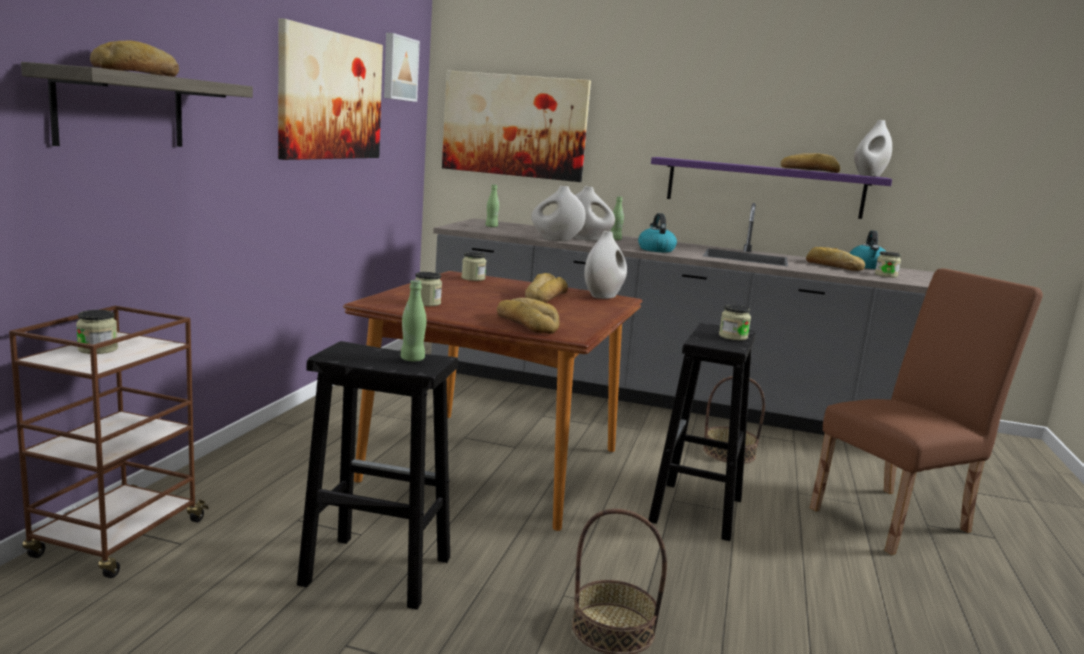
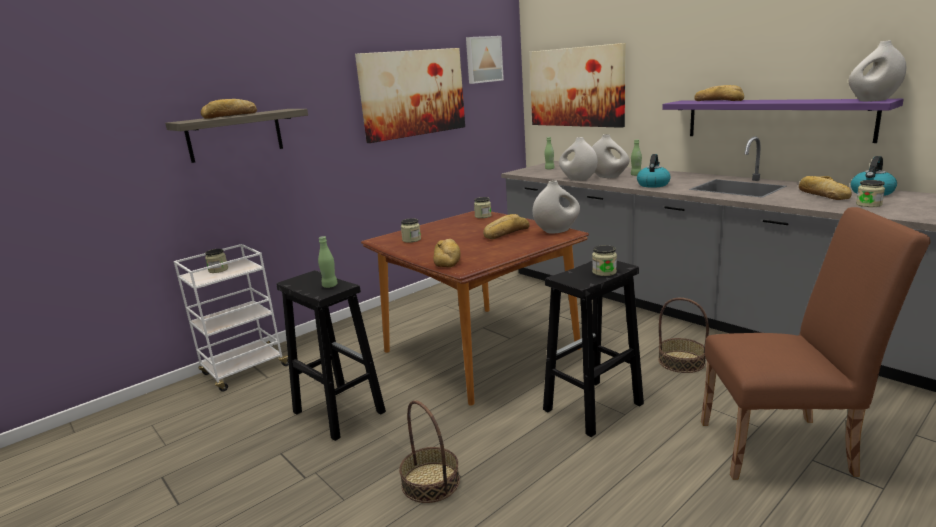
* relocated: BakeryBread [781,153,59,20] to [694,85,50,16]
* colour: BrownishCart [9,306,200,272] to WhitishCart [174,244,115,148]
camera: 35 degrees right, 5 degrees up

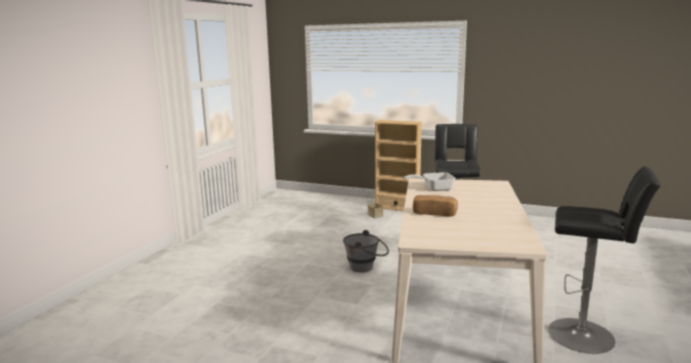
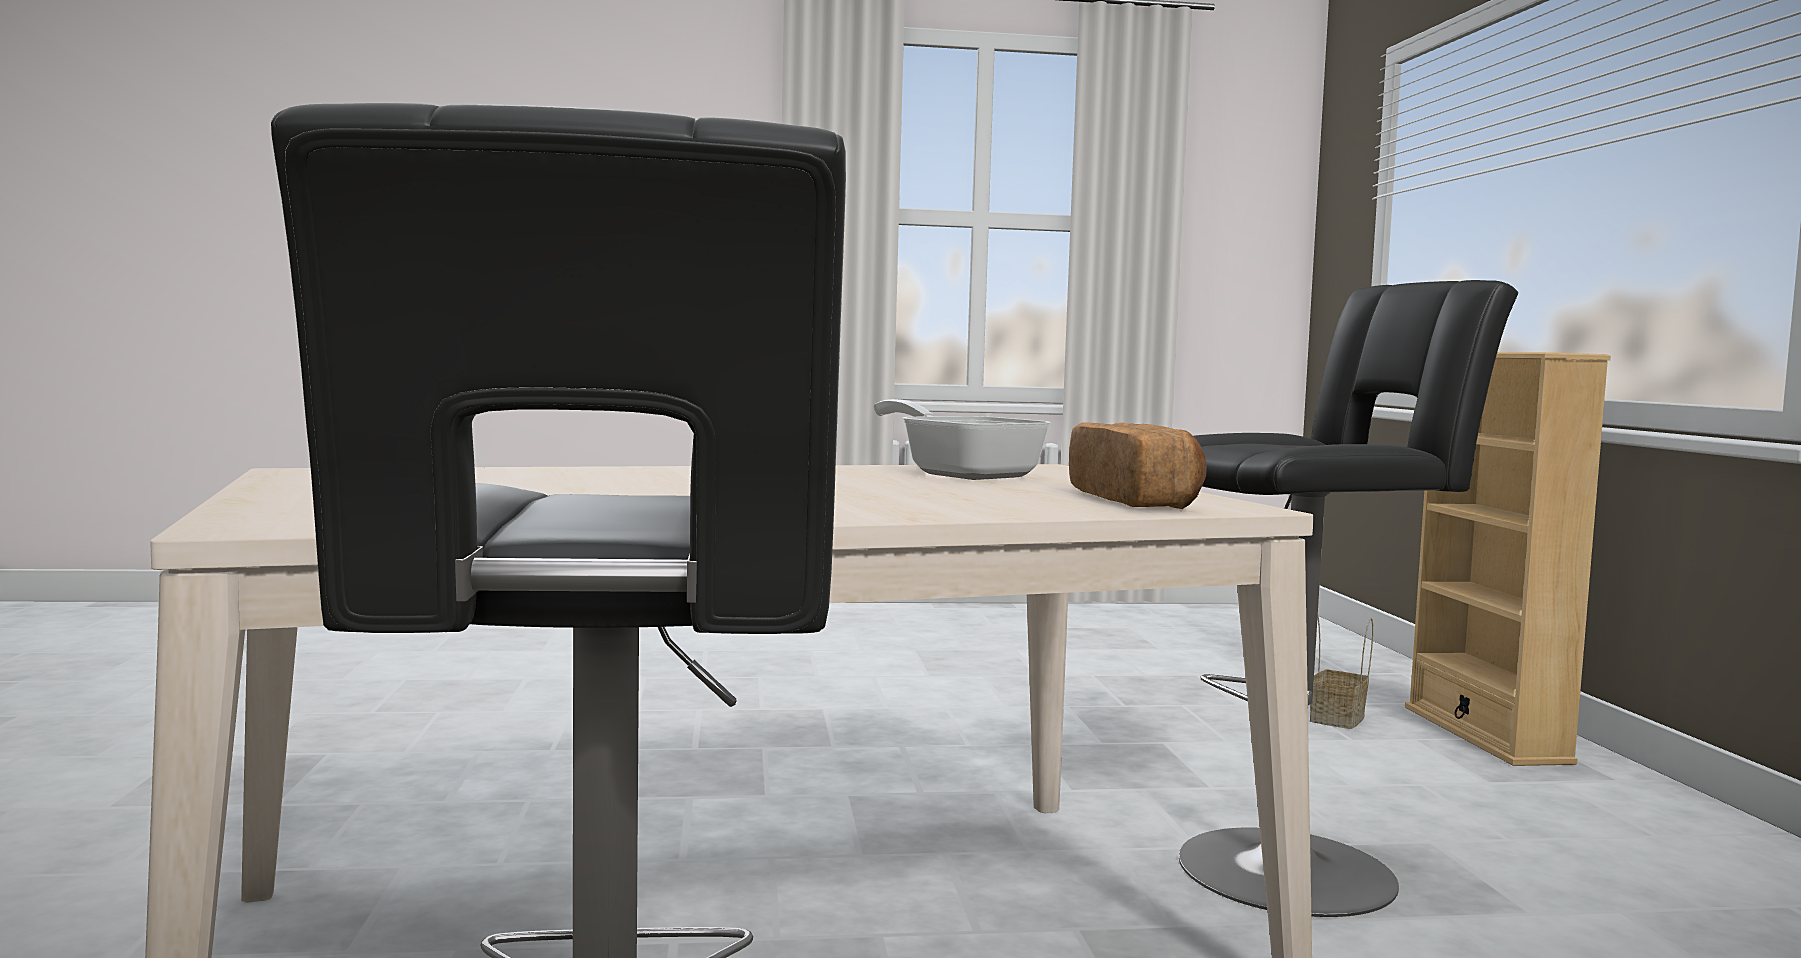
* relocated: BakeryBread [413,195,45,22] to [1069,422,138,87]
* missing: GreyBucket [343,230,46,42]
camera: 60 degrees right, 10 degrees down

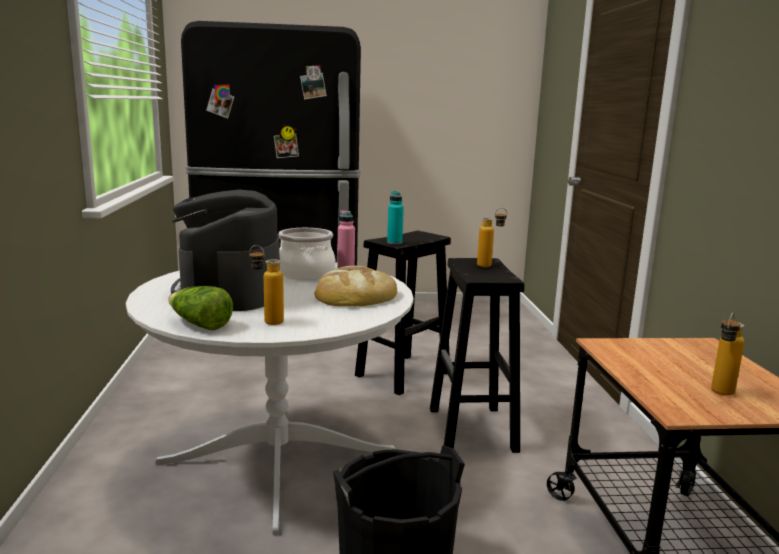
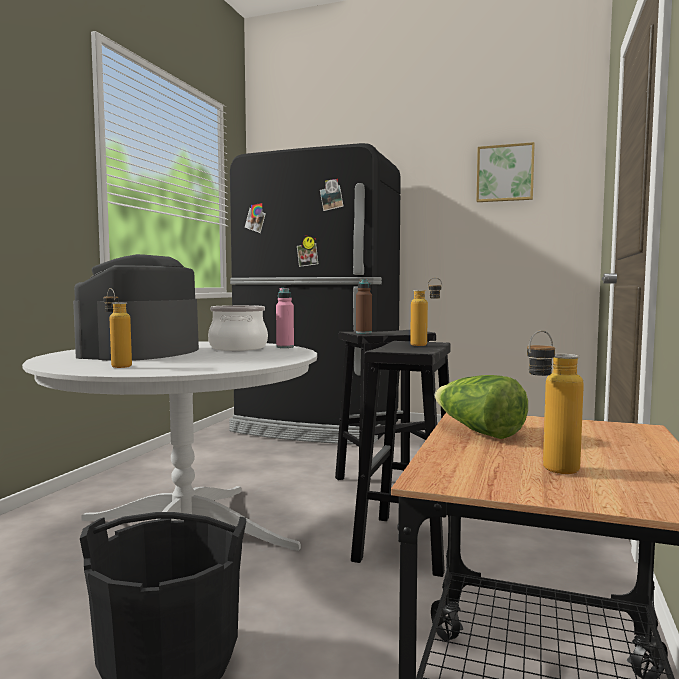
* colour: TurquoiseColouredDrinkBottle [387,191,17,53] to BrownishDrinkBottle [356,279,16,55]
* missing: BakeryBread [314,266,83,40]
* relocated: HeadOfLettuce [168,286,65,44] to [434,375,94,64]
* appeared: Picture [476,142,58,60]
camera: 25 degrees right, 10 degrees down

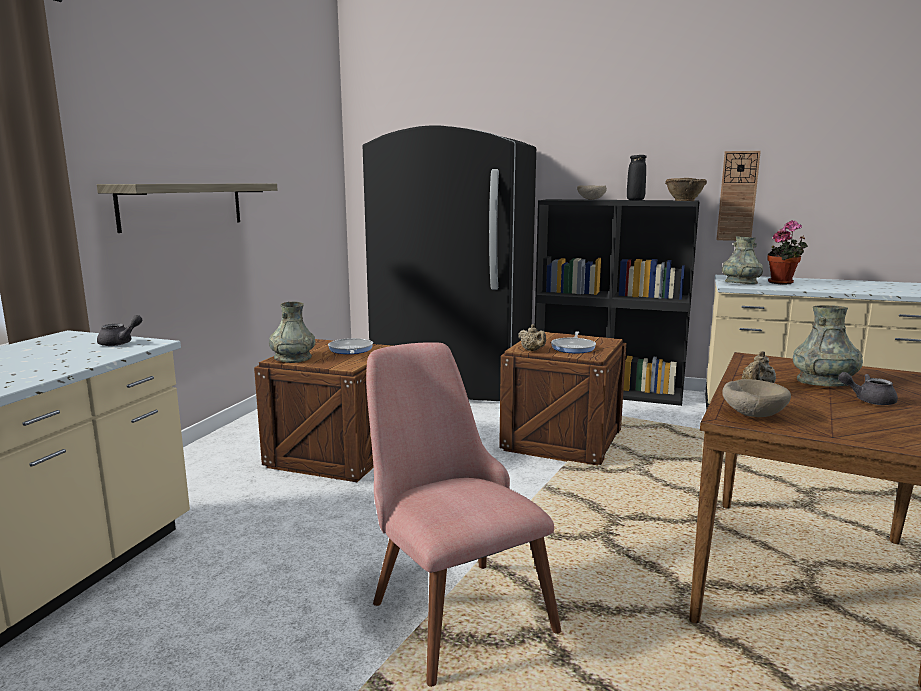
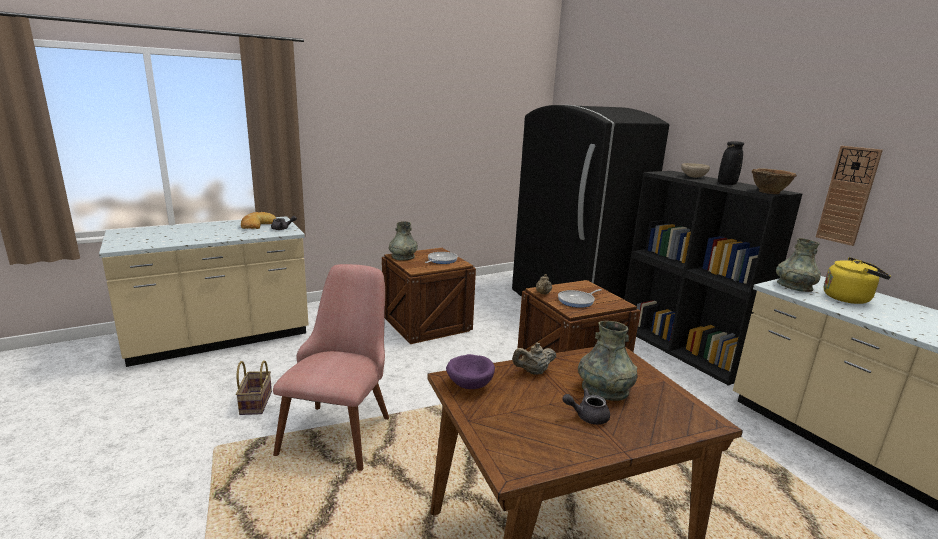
* missing: WallShelf [97,184,180,49]
* exchanged: PlantInAPot [768,220,40,64] to YellowColouredWaterKettle [824,257,67,47]
* spun: GreyPotForTea [838,372,60,33] = [562,388,48,37] 60 degrees counterclockwise
* colour: SandColouredServingBowl [722,379,69,38] to PurpleColouredServingBowl [446,354,49,35]
* appeared: BakeryBread [241,212,35,17]
* appeared: Basket [236,360,36,55]
camera: 40 degrees right, 5 degrees up

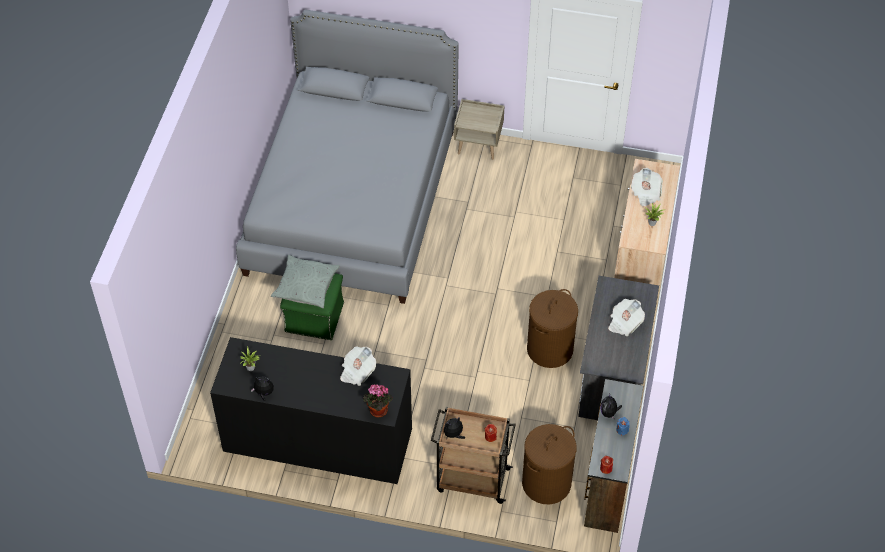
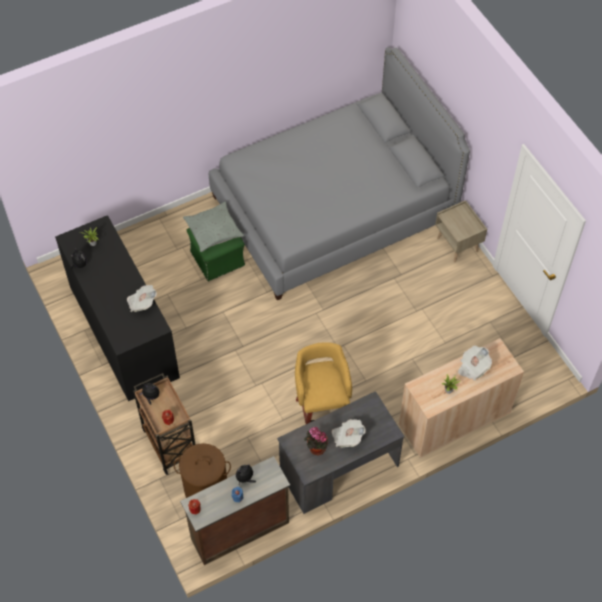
* exchanged: BrownishWashingBasket [527,289,51,79] to YellowColouredSittingStool [295,342,57,82]
* relocated: PlantInAPot [363,384,30,33] to [304,427,24,28]
camera: 50 degrees right, 5 degrees up

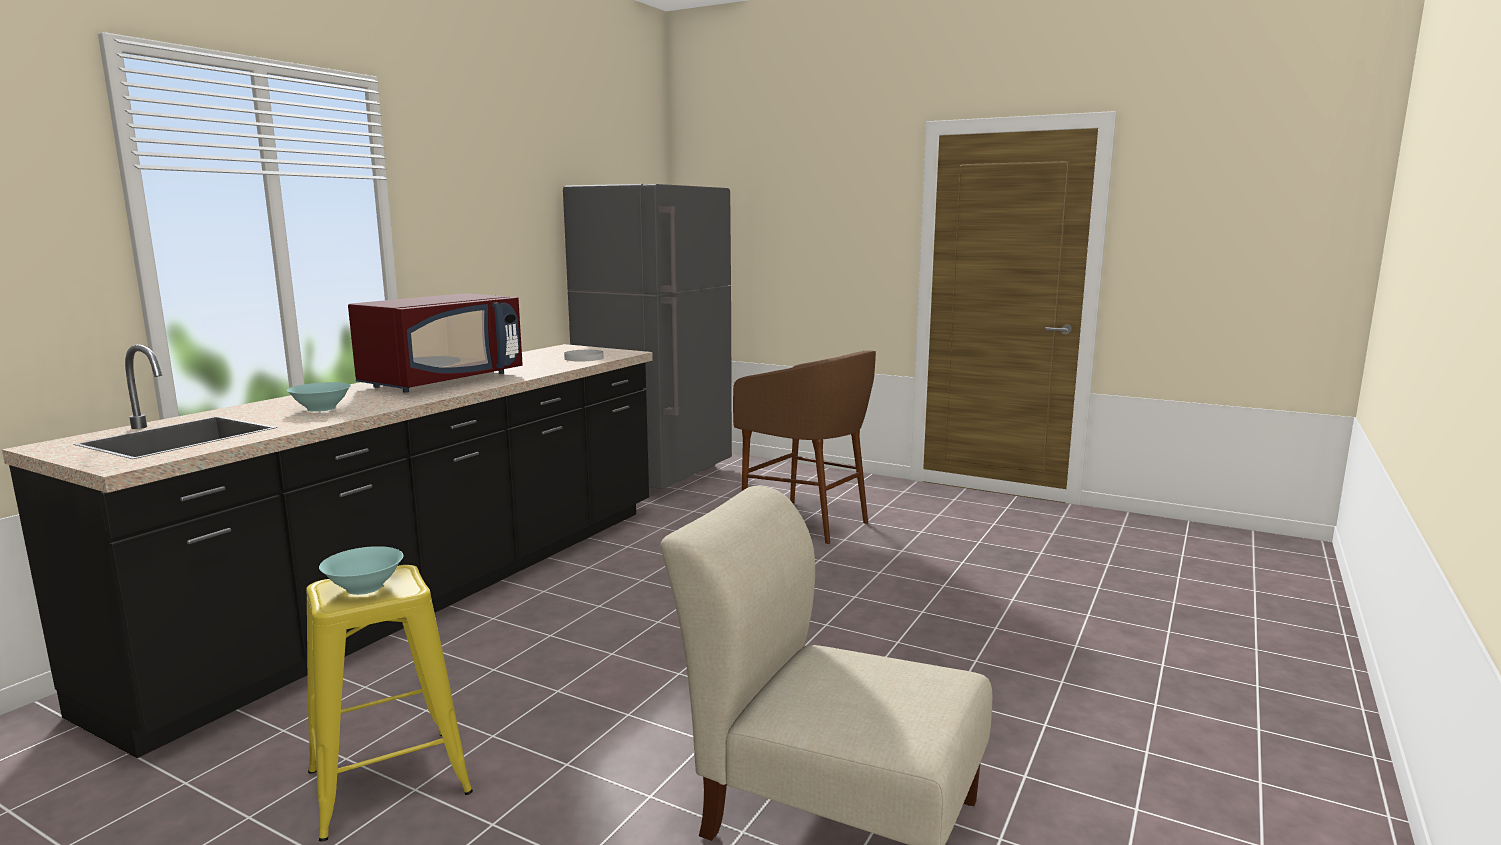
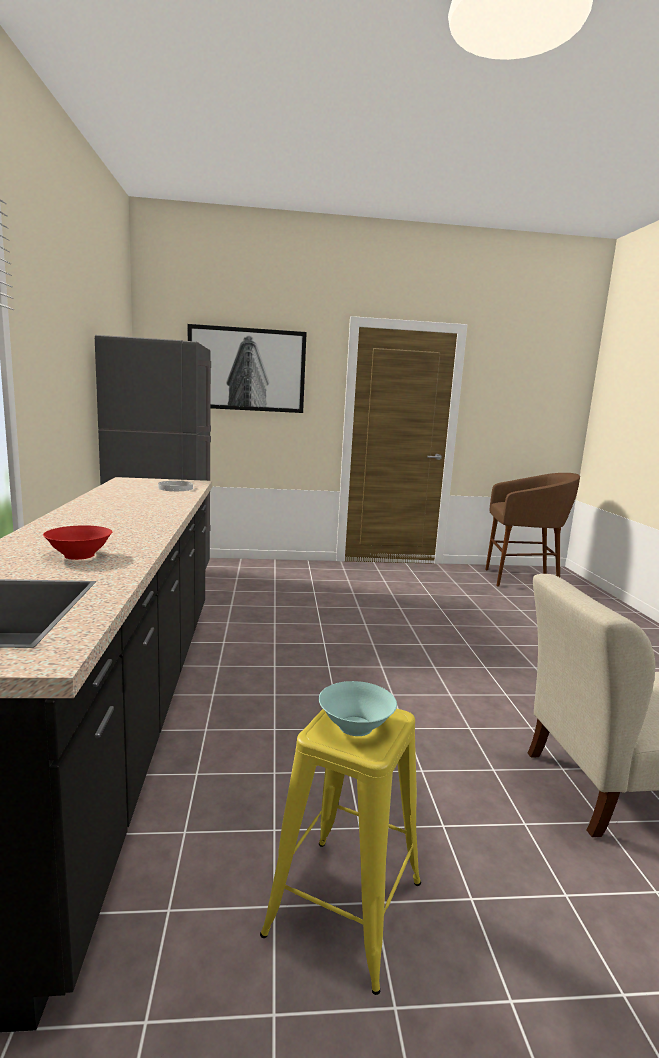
* missing: ReddishKitchenMicrowave [348,293,175,100]
* relocated: BrownishSittingStool [733,351,143,193] to [485,473,95,114]
* colour: TurquoiseColouredServingBowl [287,382,64,30] to ReddishServingBowl [43,525,69,35]
* appeared: Picture [188,324,119,89]
camera: 35 degrees left, 0 degrees up

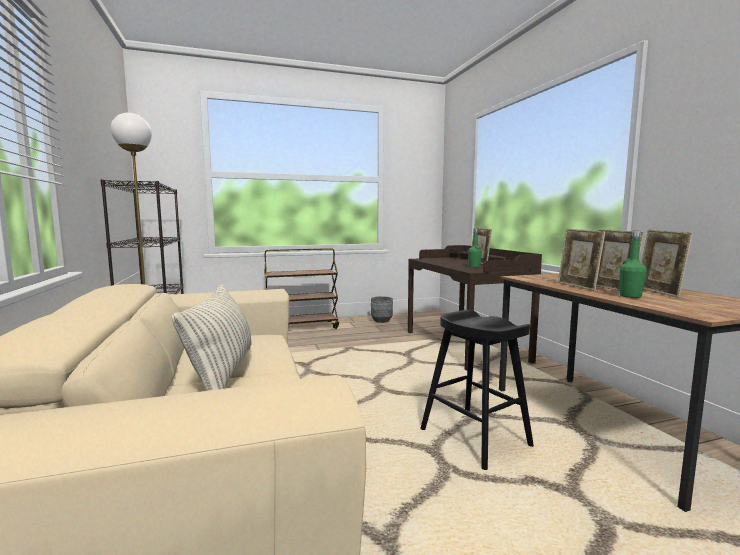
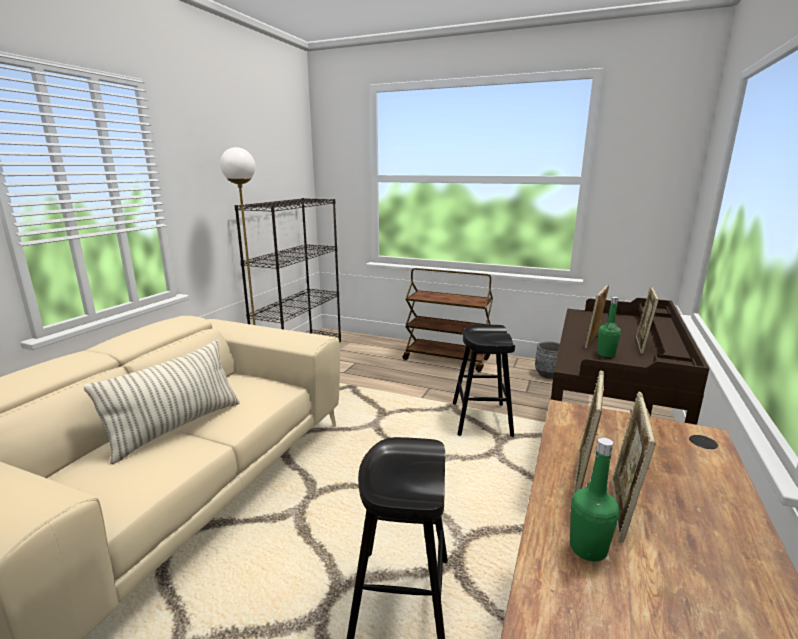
* relocated: StandingFrame [641,230,52,68] to [585,284,24,65]
* appeared: BlackSittingStool [453,325,62,112]
camera: 40 degrees right, 10 degrees up

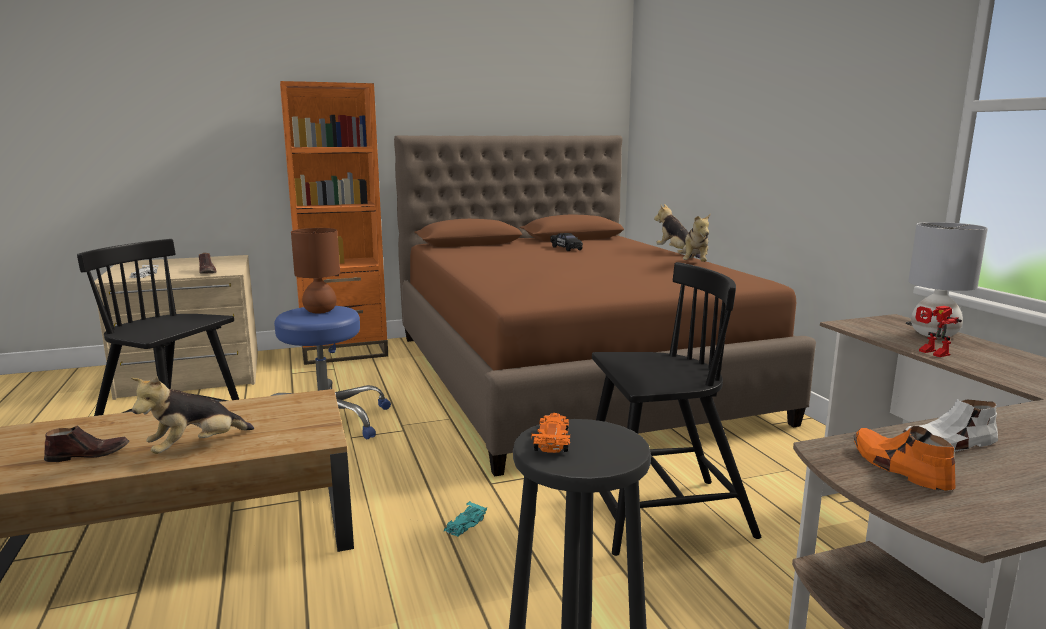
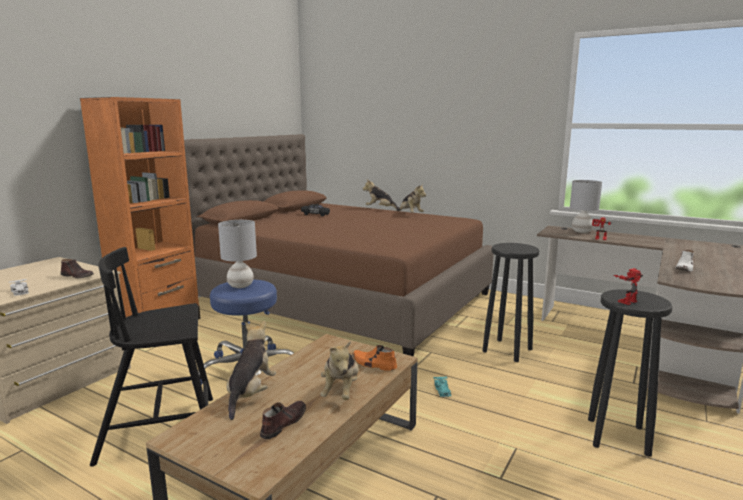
* colour: BrownishTabletopLamp [291,228,49,86] to GreyTabletopLamp [218,220,39,68]
* exchanged: BlackChair [592,262,169,294] to BlackSittingStool [482,243,57,119]
* exchanged: OrangeToyCar [531,413,39,40] to ModelRobot [614,268,29,37]
* relocated: OrangeLowShoe [854,426,101,65] to [352,345,45,26]
* appeared: CuddlyToy [227,321,49,99]
camera: 40 degrees left, 0 degrees up

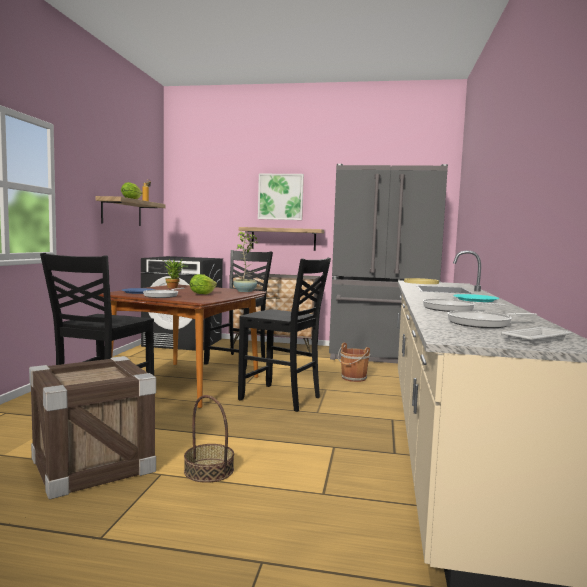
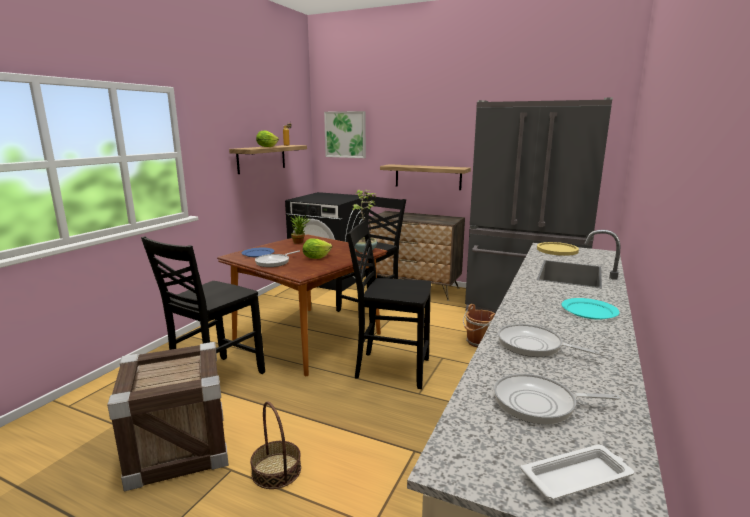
* relocated: Picture [258,174,46,46] to [324,111,42,47]
* spun: BlackChair [238,257,93,155] = [347,220,84,169] 150 degrees clockwise
camera: 15 degrees right, 10 degrees up

